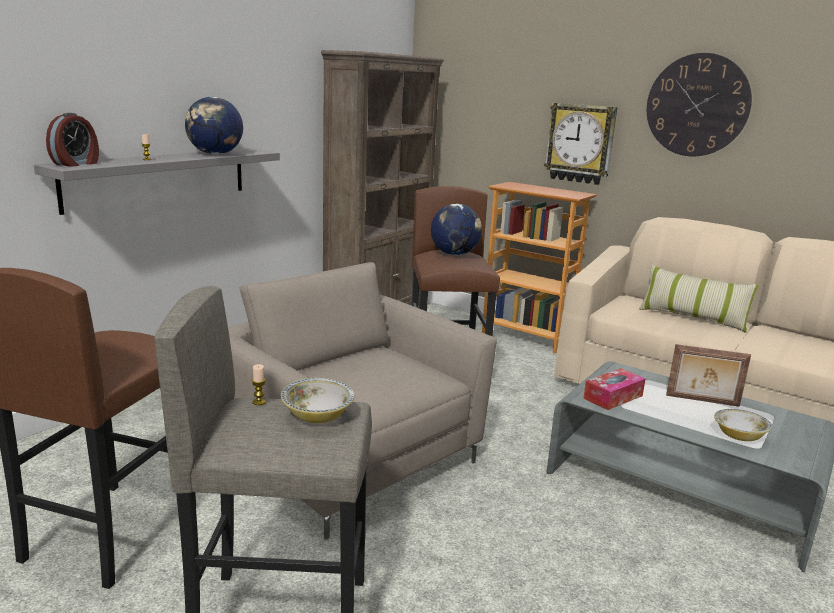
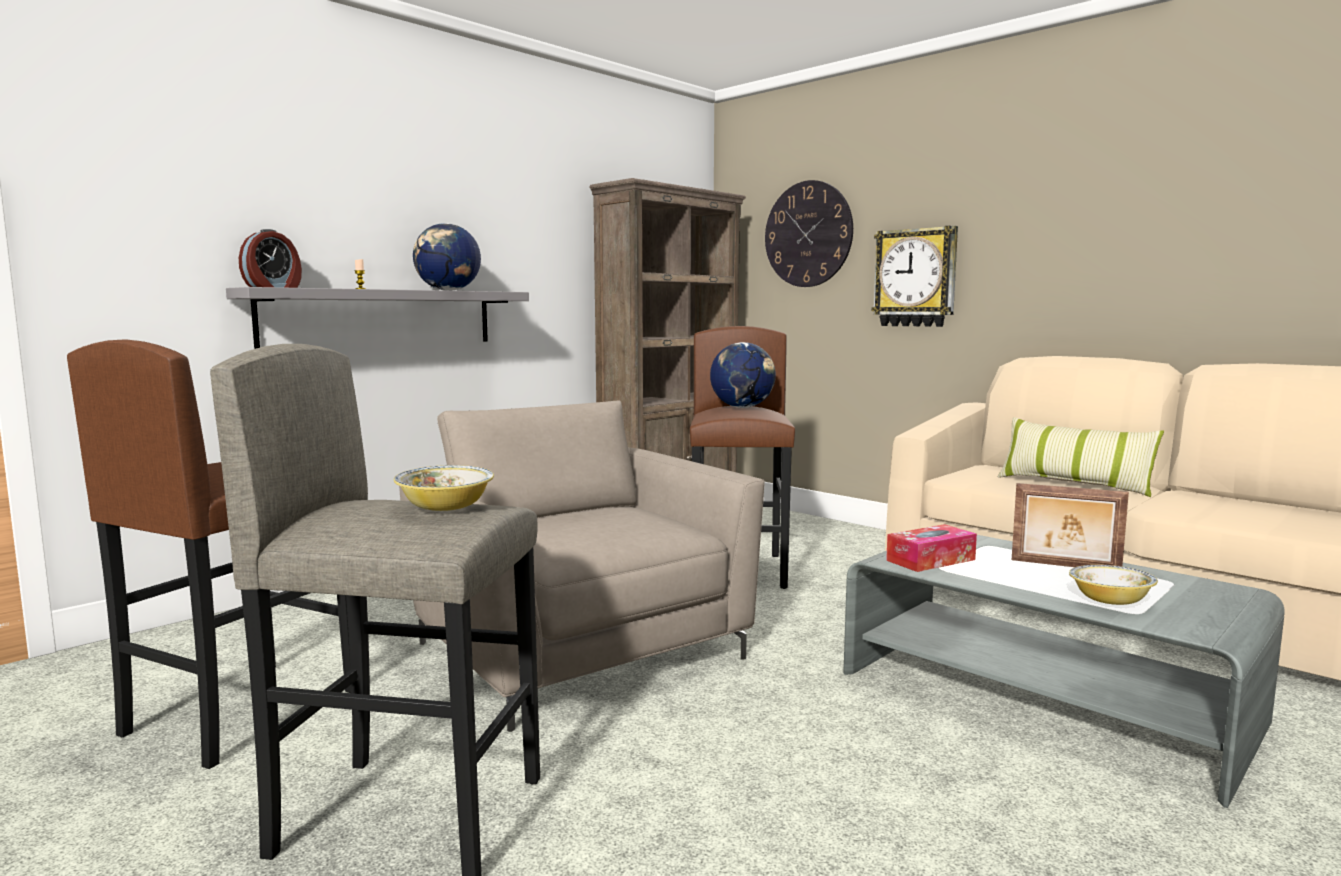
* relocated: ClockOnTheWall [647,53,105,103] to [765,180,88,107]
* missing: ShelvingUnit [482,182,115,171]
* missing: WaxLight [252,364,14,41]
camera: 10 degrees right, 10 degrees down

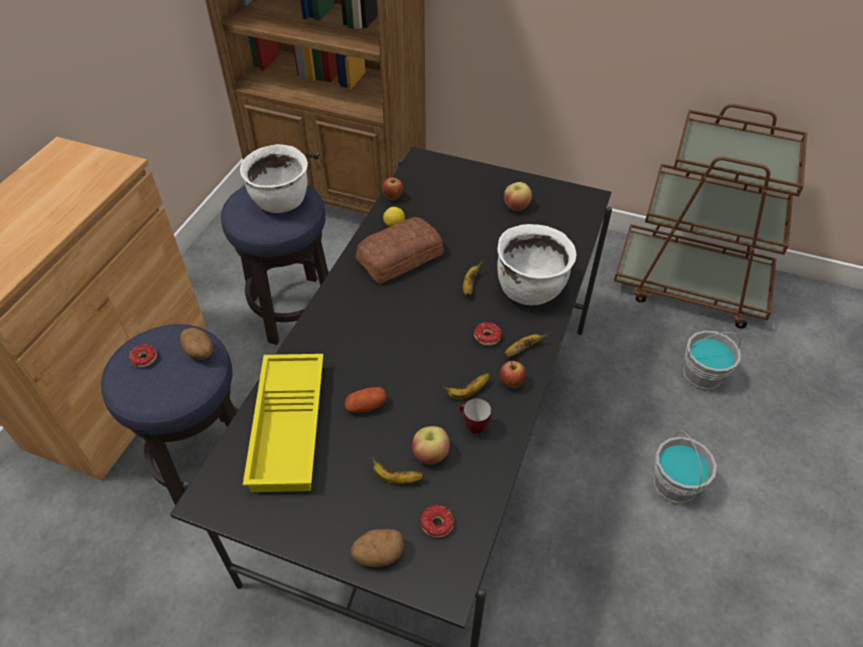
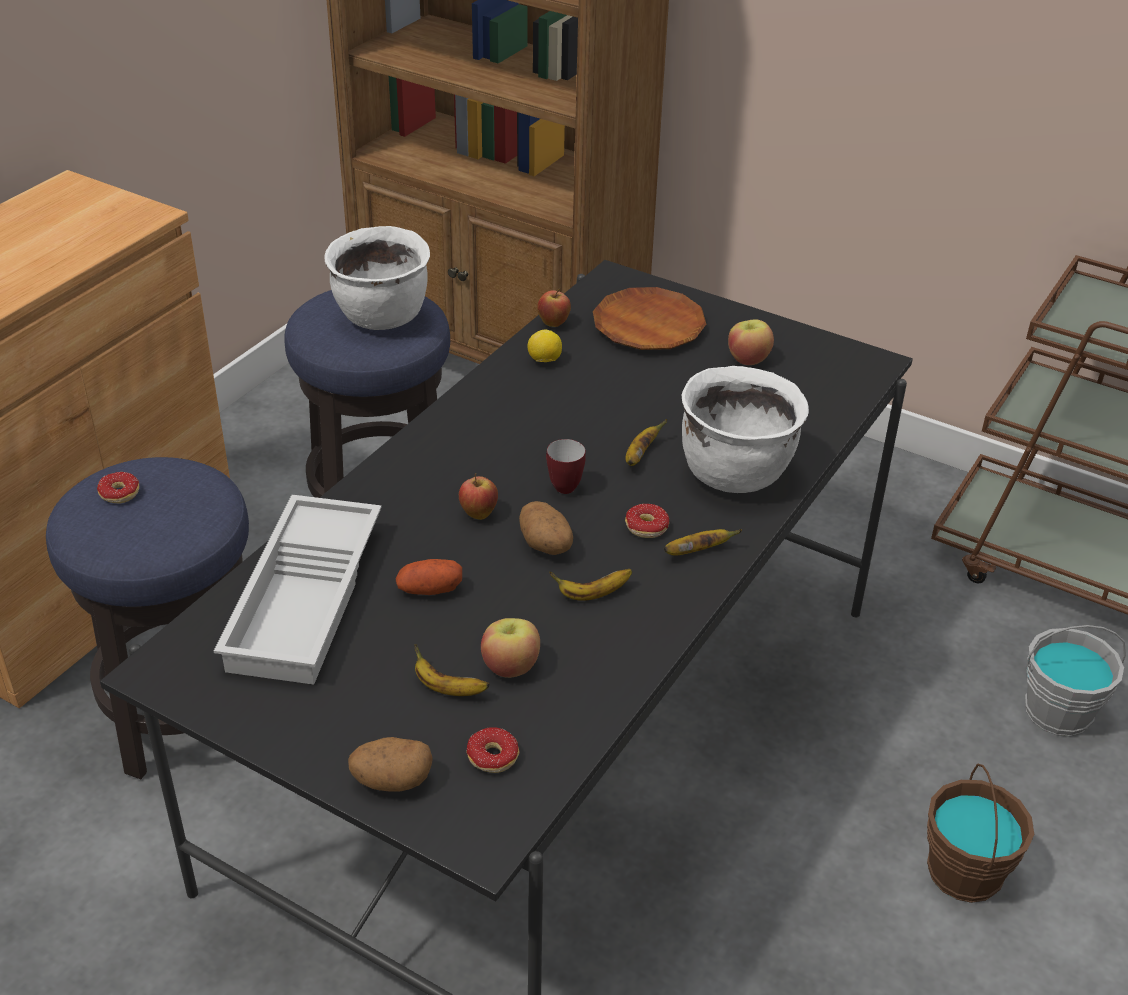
* missing: BakeryBread [356,217,88,67]
* relocated: Potato [180,328,33,31] to [519,501,54,54]
* colour: YellowColouredCarryingTray [243,354,80,138] to WhitishCarryingTray [214,495,168,190]
* relocated: Apple [500,361,26,27] to [459,473,39,47]
* relocated: TeaMug [459,398,32,36] to [546,439,40,55]
* colour: GreyBucket [654,430,63,74] to BrownishBucket [927,764,107,139]
* appeared: BrownishFlatDish [593,287,113,63]
camera: 10 degrees right, 10 degrees down

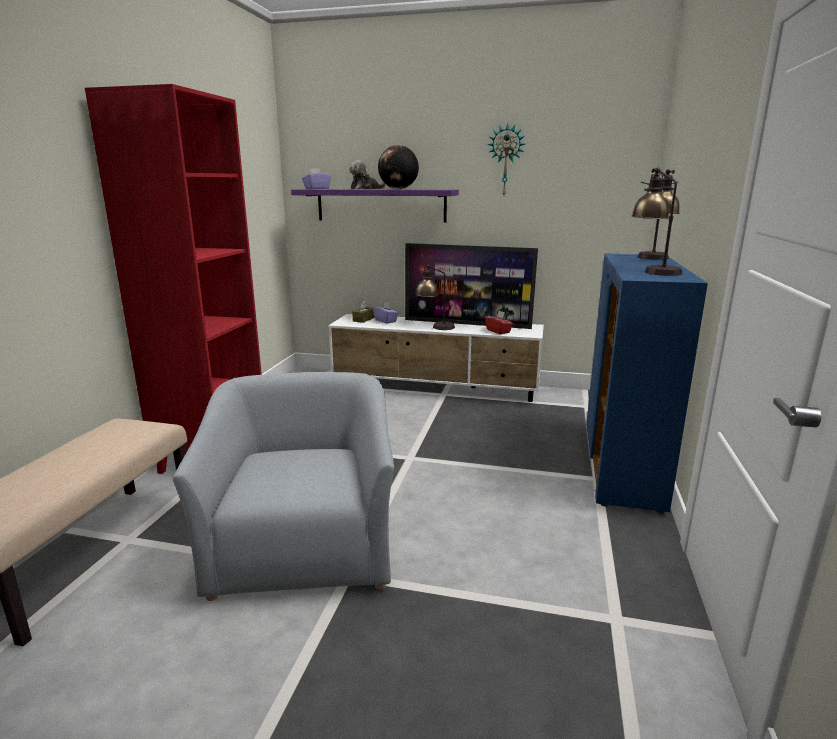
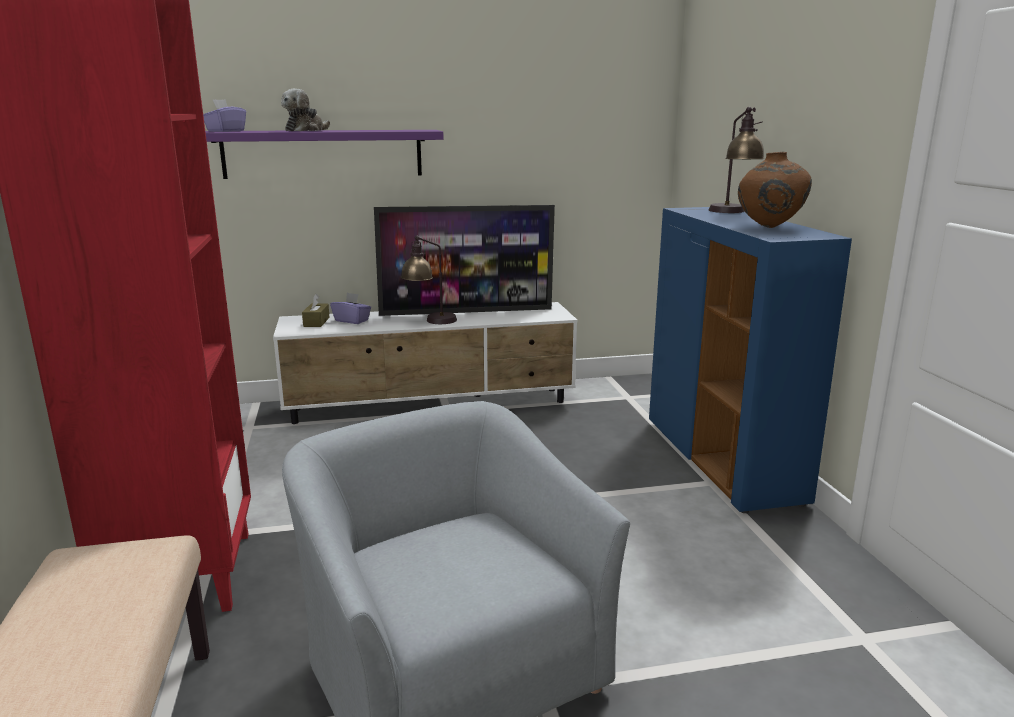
* missing: ClockOnTheWall [487,123,38,72]
* missing: DeskGlobe [378,145,41,44]
* exchanged: TabletopLamp [632,168,51,108] to BrownishVase [738,152,74,76]
* missing: ReddishTissueHolder [485,311,28,23]
camera: 25 degrees left, 0 degrees up

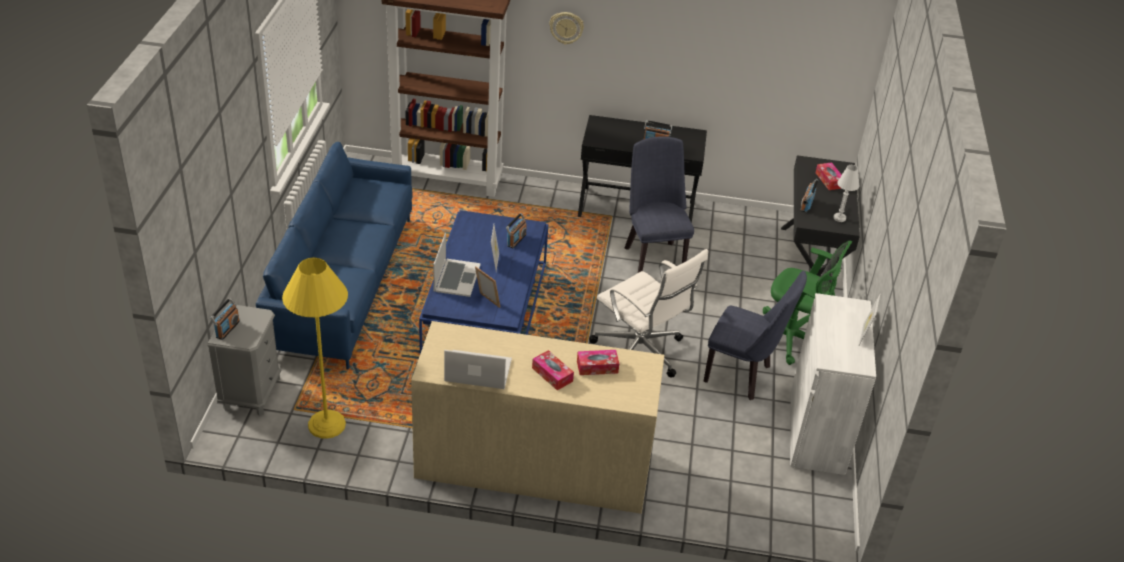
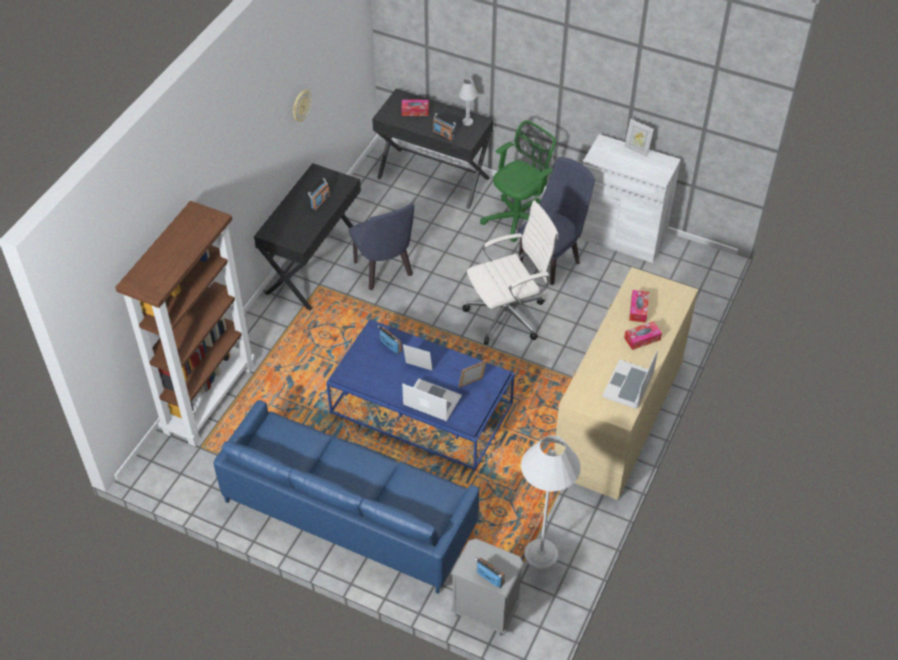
* relocated: ClockOnTheWall [549,12,35,33] to [293,89,18,33]
* spun: BlueColouredChair [625,136,69,137] = [349,203,65,87] 120 degrees counterclockwise
* colour: YellowColouredStandardLamp [282,257,66,182] to WhitishStandardLamp [521,435,60,135]
camera: 70 degrees left, 10 degrees up

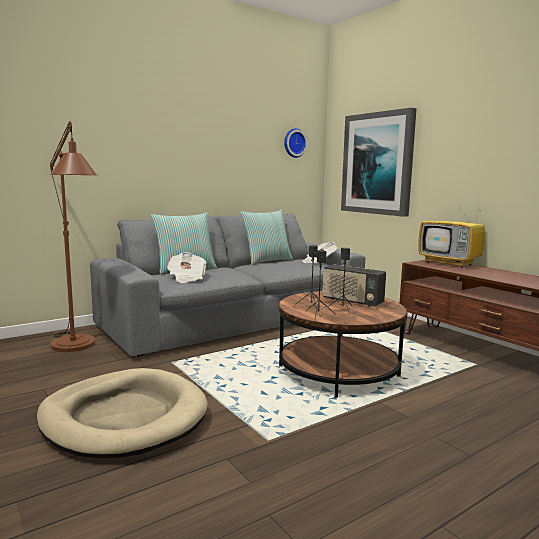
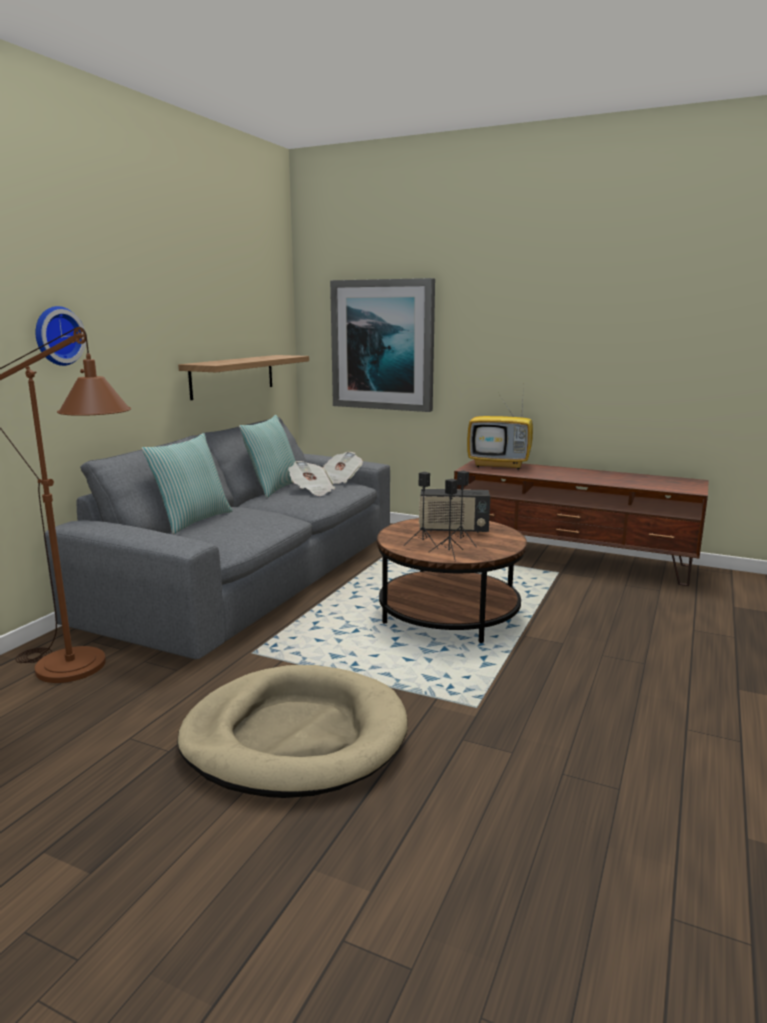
* relocated: ClockOnTheWall [284,128,24,30] to [36,306,50,60]
* relocated: DailyPaper [167,252,39,31] to [288,461,47,35]
* appeared: WallShelf [178,355,131,45]
camera: 30 degrees left, 5 degrees up

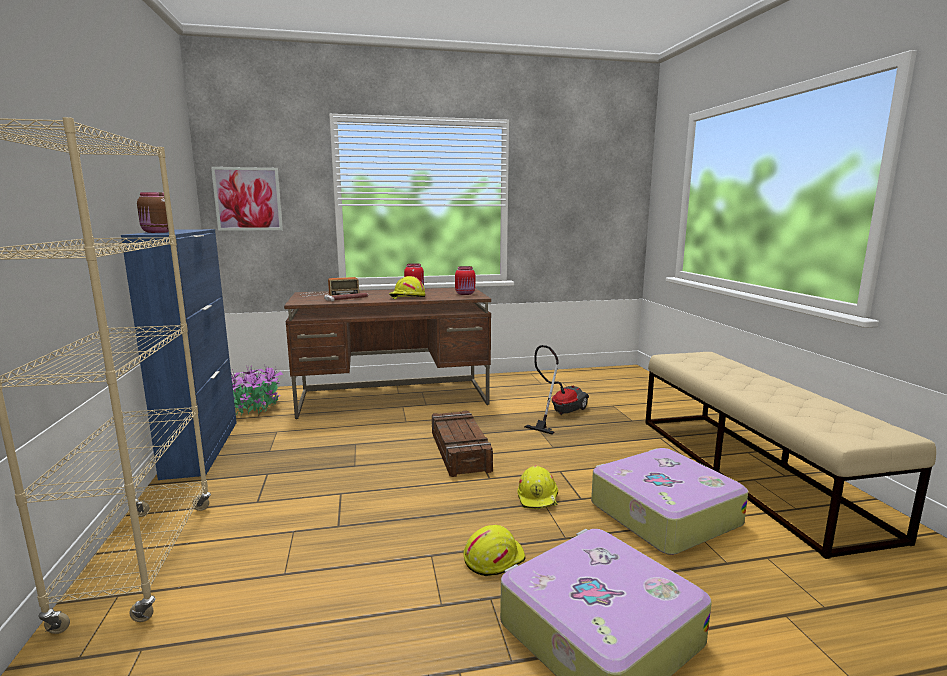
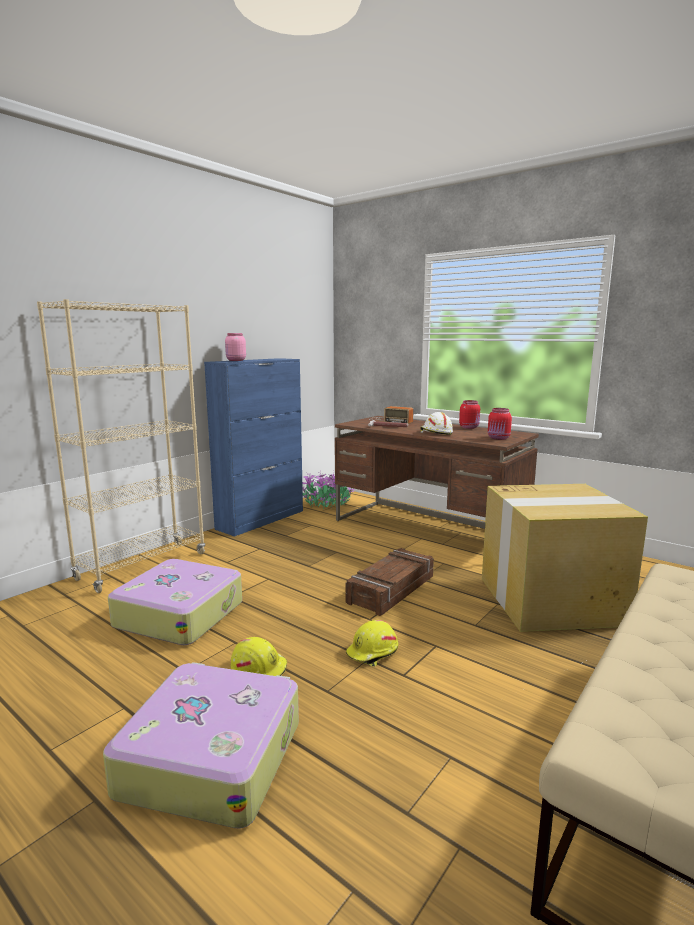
* missing: Picture [211,167,72,64]
* colour: BrownishStorageJar [137,192,32,41] to PinkColouredStorageJar [225,333,21,28]
* colour: YellowColouredHardHat [389,276,36,23] to WhitishHardHat [420,412,33,23]
* exchanged: VacuumCleaner [524,345,65,90] to PackingBox [482,484,166,148]
* relocated: TravelCase [591,448,157,107] to [108,559,134,86]
camera: 50 degrees right, 0 degrees up

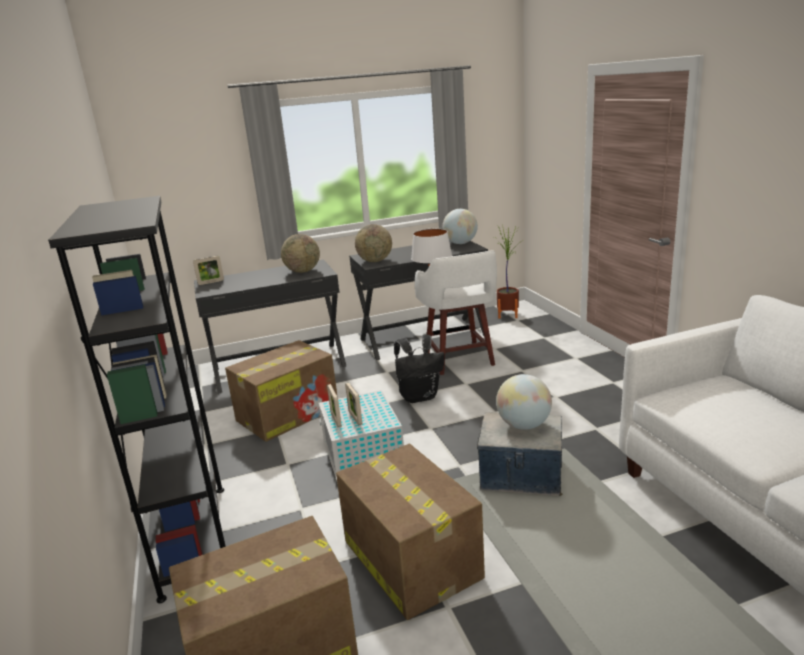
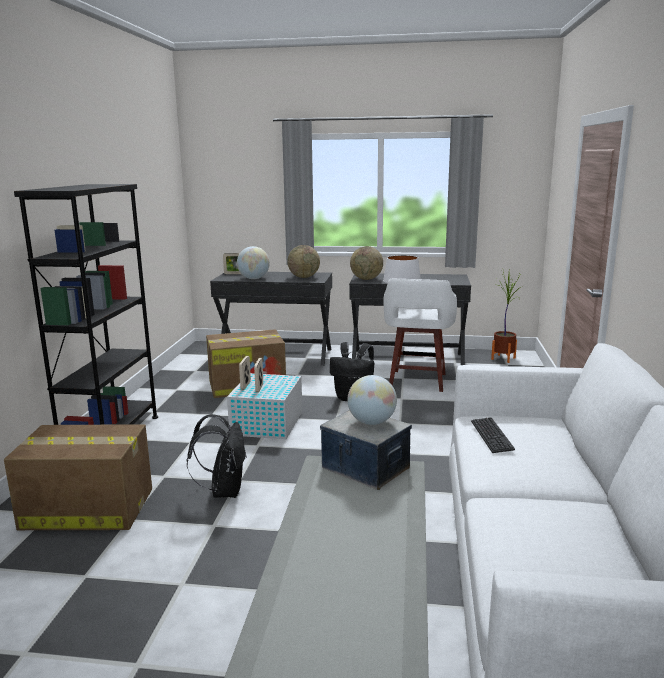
* relocated: DeskGlobe [443,209,35,35] to [237,246,33,33]
* exchanged: PackingBox [336,444,149,176] to BlackRucksack [186,414,61,84]
* appeared: PcKeyboard [471,417,44,36]
camera: 25 degrees right, 5 degrees down

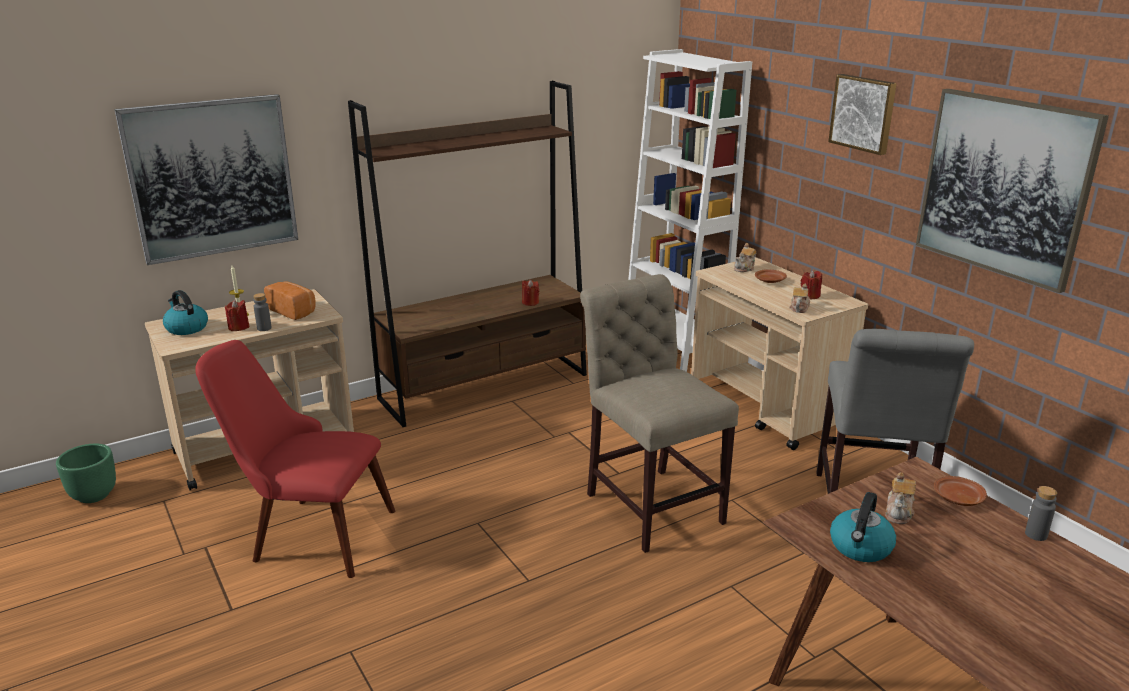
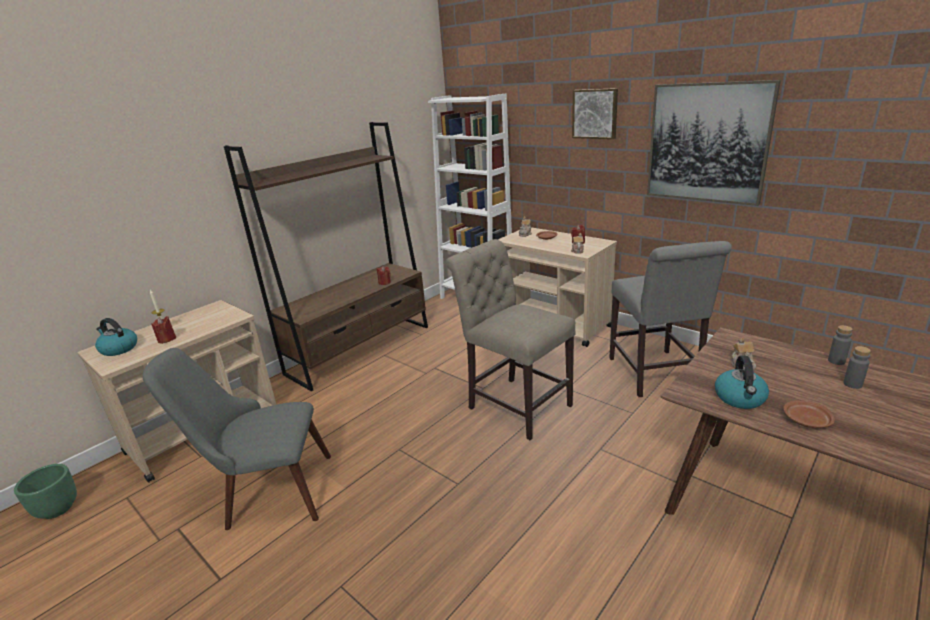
* missing: Picture [114,94,184,171]
* missing: BakeryBread [264,281,52,39]
* relocated: GreyDrinkBottle [253,293,19,38] to [844,346,27,43]
* colour: ReddishChair [195,340,200,238] to GreyChair [143,348,188,182]
* relocated: BrownishFlatDish [934,476,53,30] to [783,400,52,28]
camera: 15 degrees left, 0 degrees up

